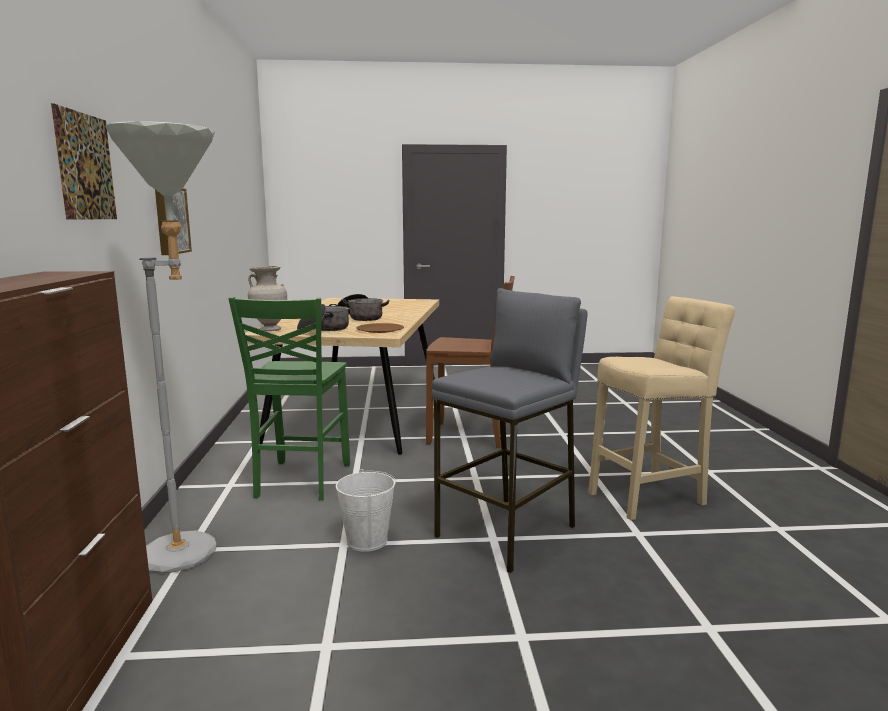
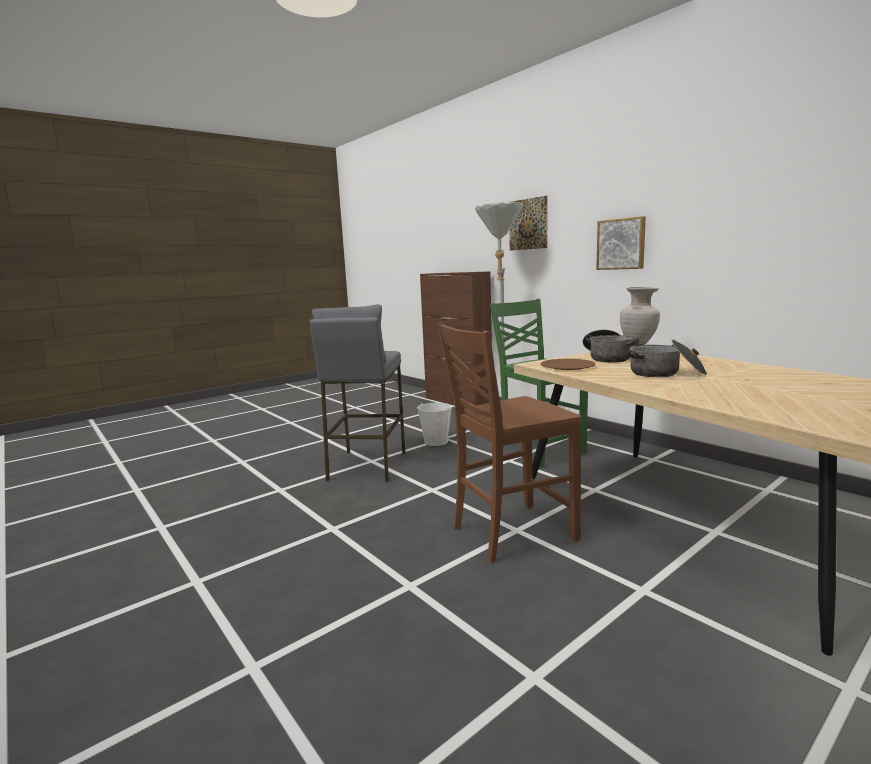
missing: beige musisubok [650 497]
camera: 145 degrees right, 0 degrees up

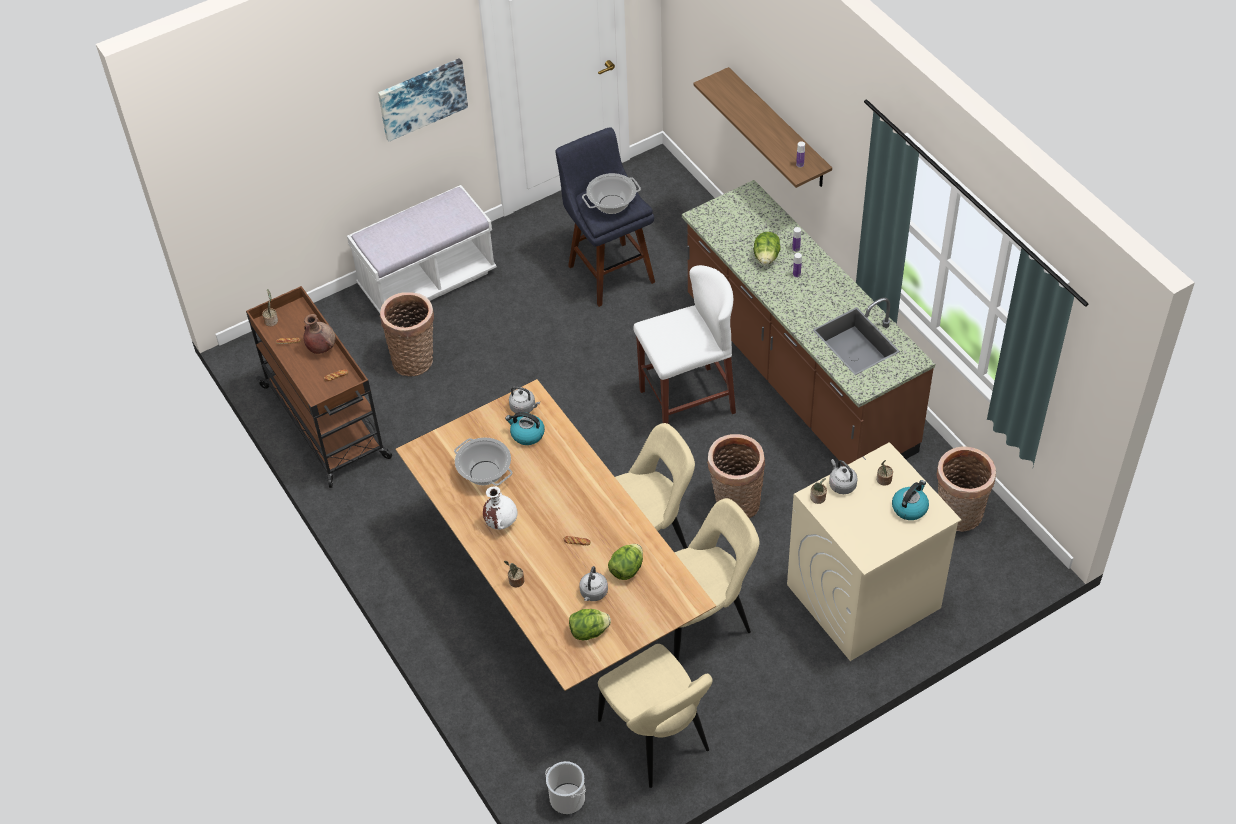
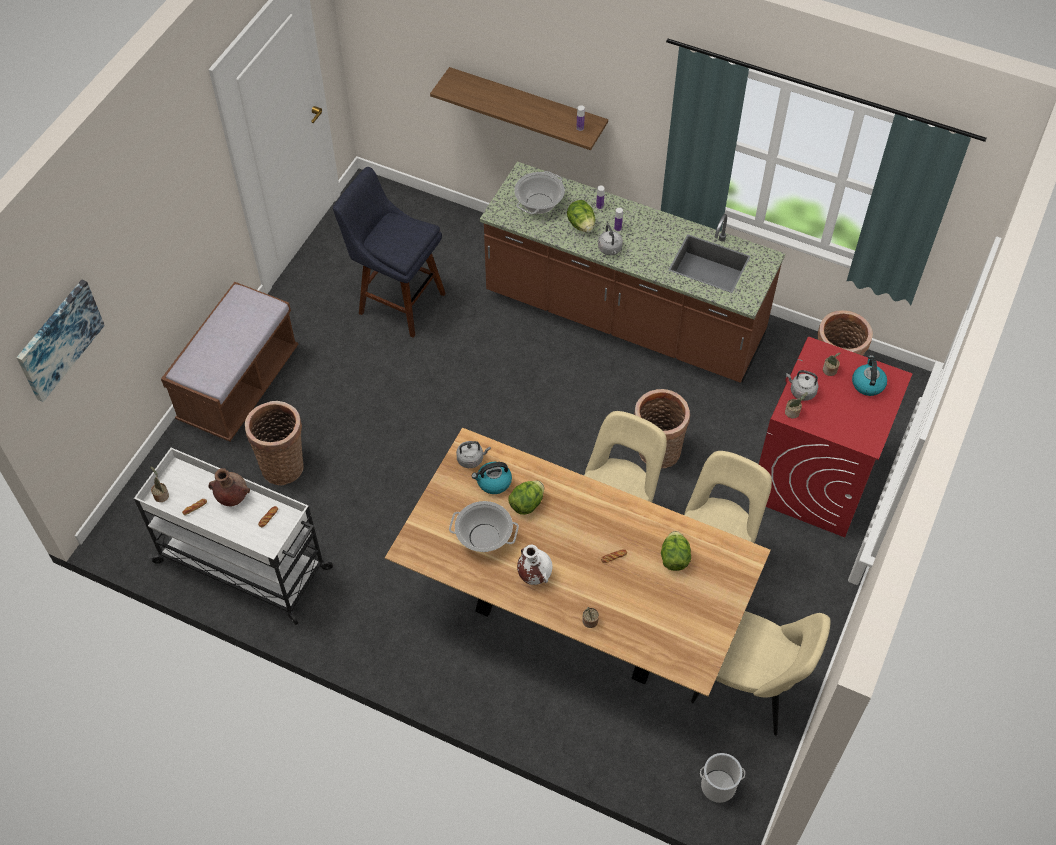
missing: white musisubok [687 401]
relocated: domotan [422 98] to [58 339]; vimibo [589 631] to [526 504]; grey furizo [593 593] to [610 249]; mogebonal [611 205] to [539 204]
colour: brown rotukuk [326 423] to white rotukuk [245 566]; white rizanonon [427 280] to brown rizanonon [239 386]; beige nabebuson [863 597] to red nabebuson [814 479]
camera: 35 degrees left, 5 degrees up

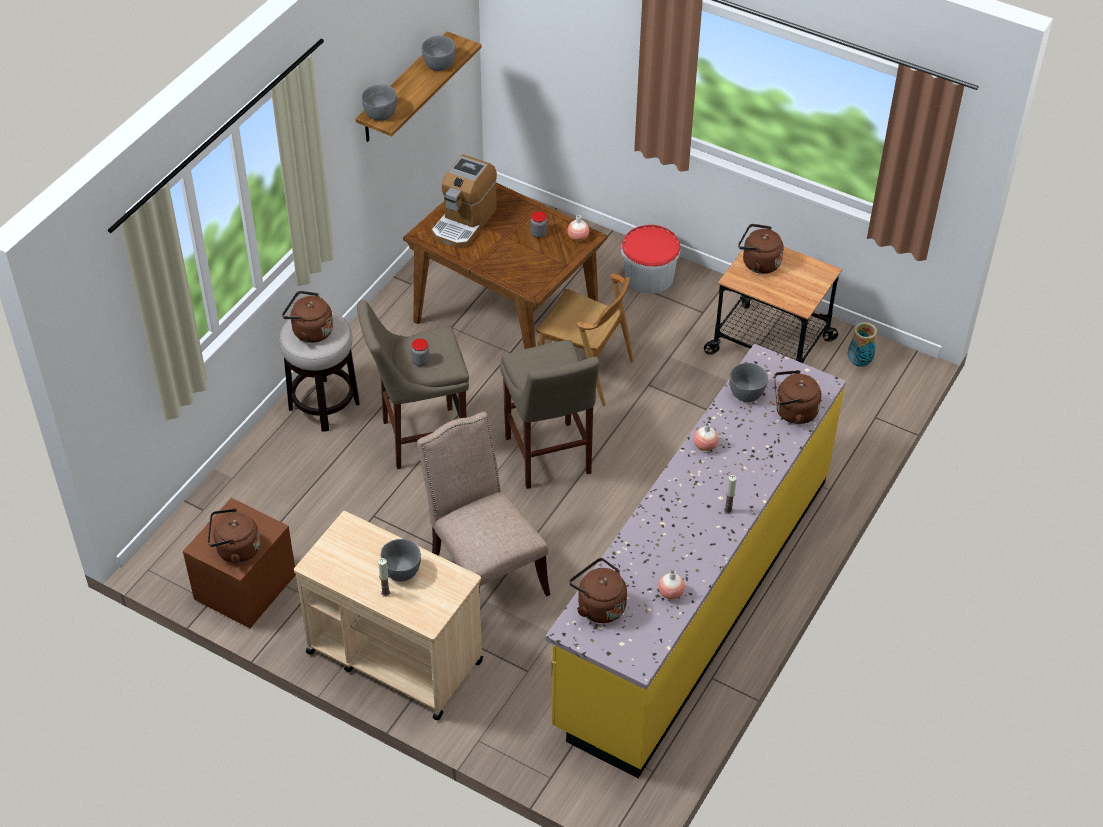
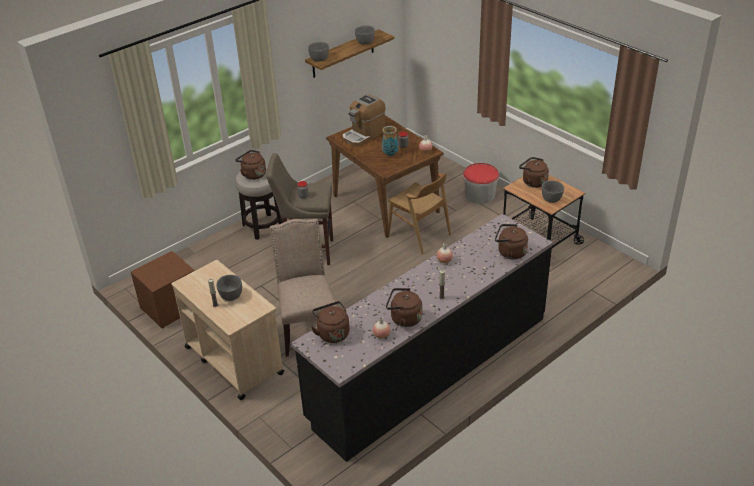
missing: beige musisubok [549 459]
relocated: brown furizo [235 550] to [404 319]; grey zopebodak [746 394] to [551 199]; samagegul [859 363] to [390 154]
colour: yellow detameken [693 600] to black detameken [429 367]
camera: 20 degrees right, 10 degrees down

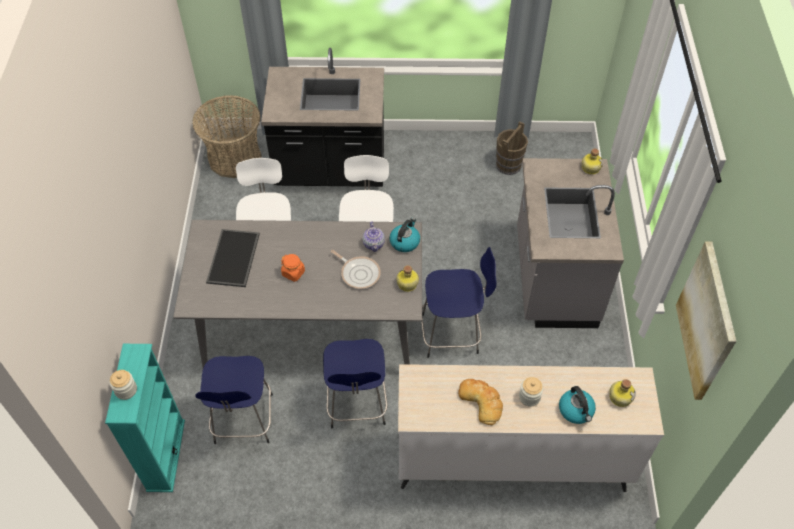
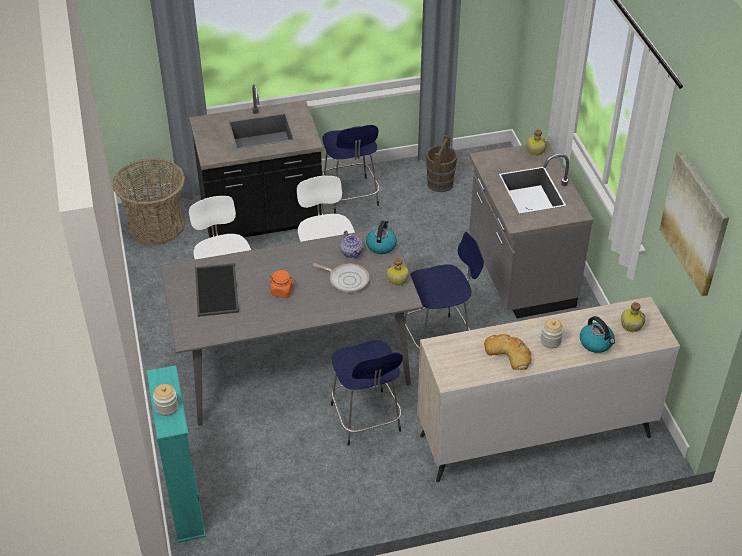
relocated: blue musisubok [243 421] to [351 197]
camera: 15 degrees left, 10 degrees down

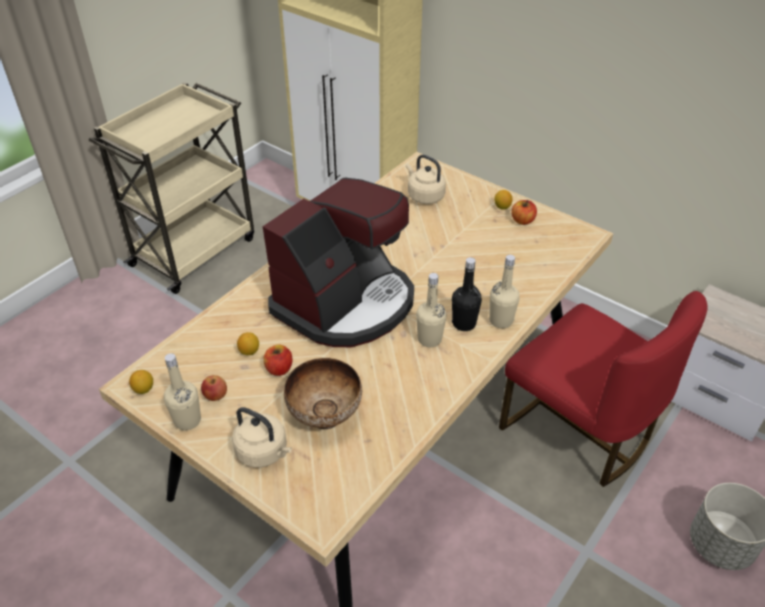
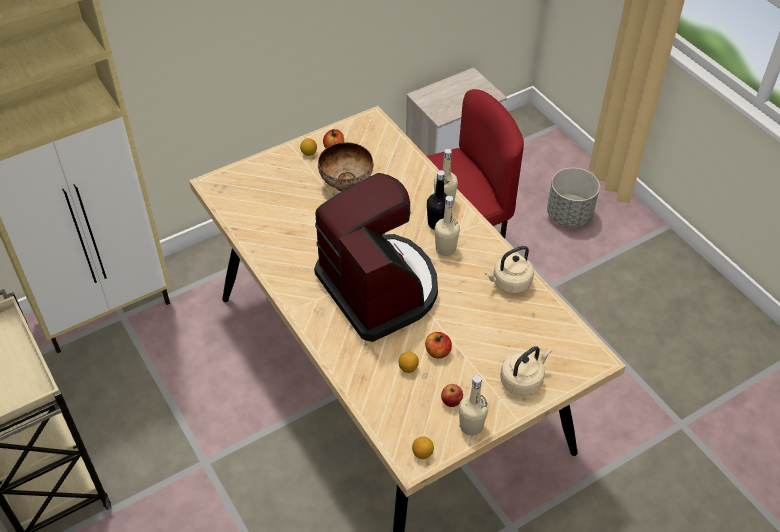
relocated: zopebodak [325 415] to [345 184]; beige furizo [424 196] to [509 283]
camera: 70 degrees left, 5 degrees up

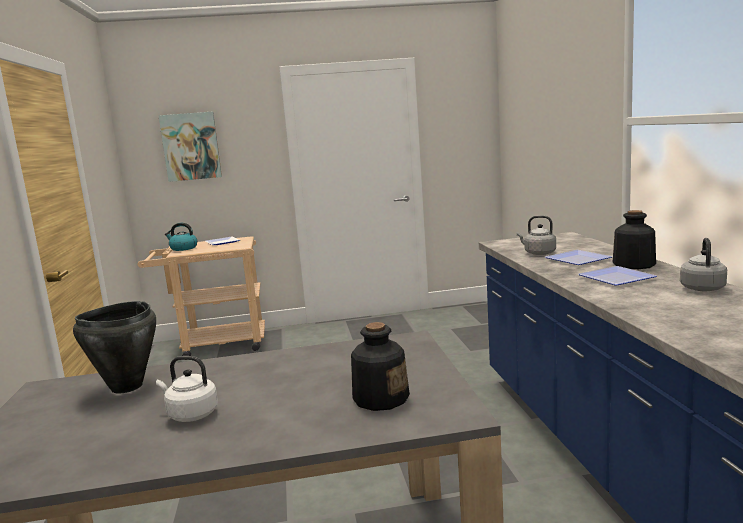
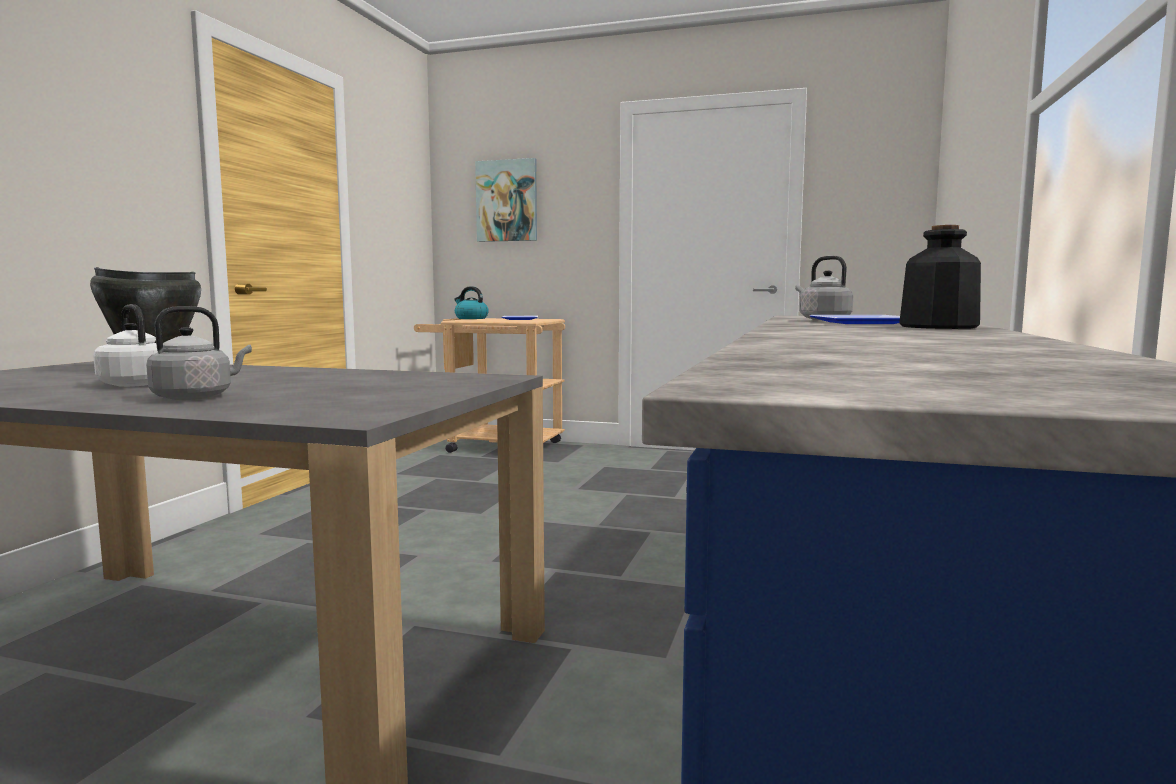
missing: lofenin [380 398]; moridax [619 279]
relocated: grey furizo [702 288] to [196 397]
camera: 25 degrees right, 5 degrees down

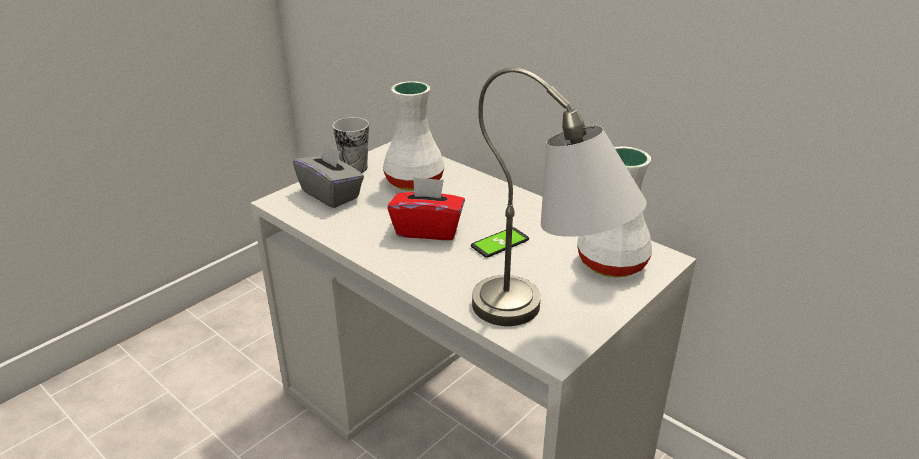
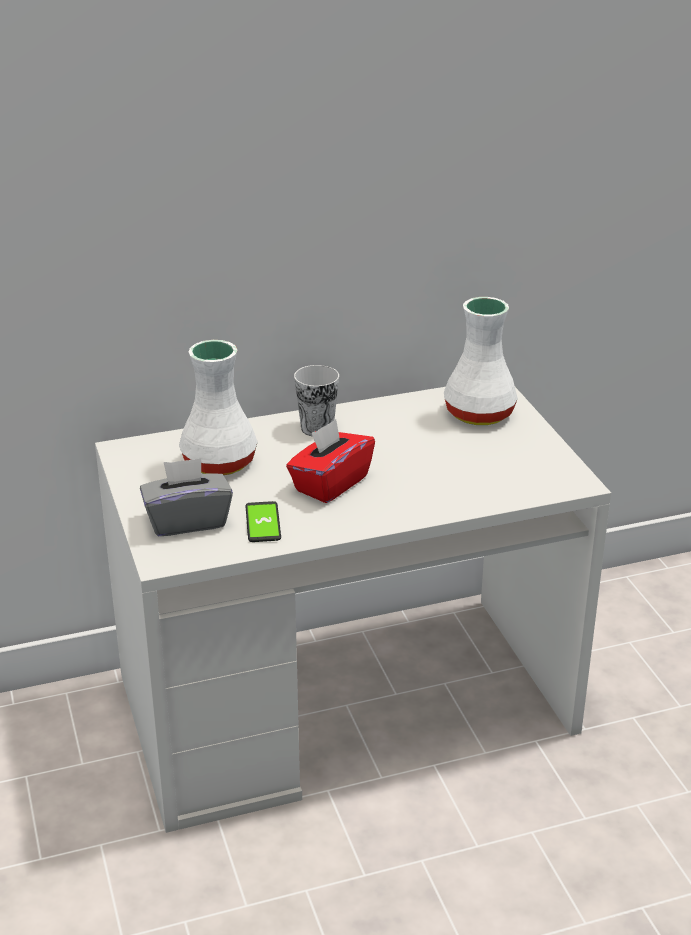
missing: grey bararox [548 320]
relocated: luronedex [354 168] to [317 428]; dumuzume [500 243] to [263 523]
camera: 60 degrees left, 0 degrees up

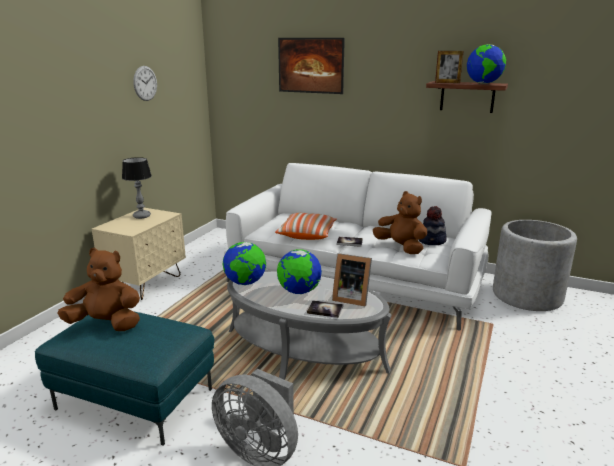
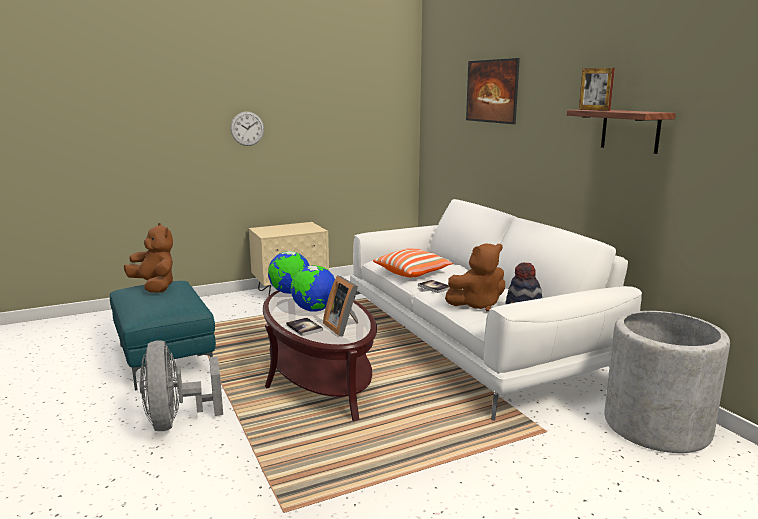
missing: bararox [141 216]; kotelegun [483 83]
relocated: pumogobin [145 83] to [247 128]
colour: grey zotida [304 350] to brown zotida [319 376]
spun: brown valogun [401 247] = [477 305] 75 degrees clockwise
camera: 40 degrees right, 5 degrees down

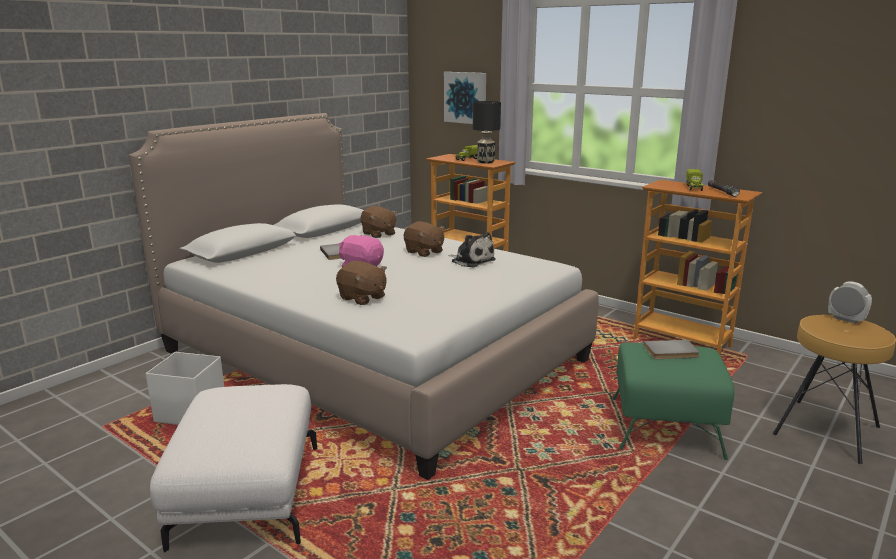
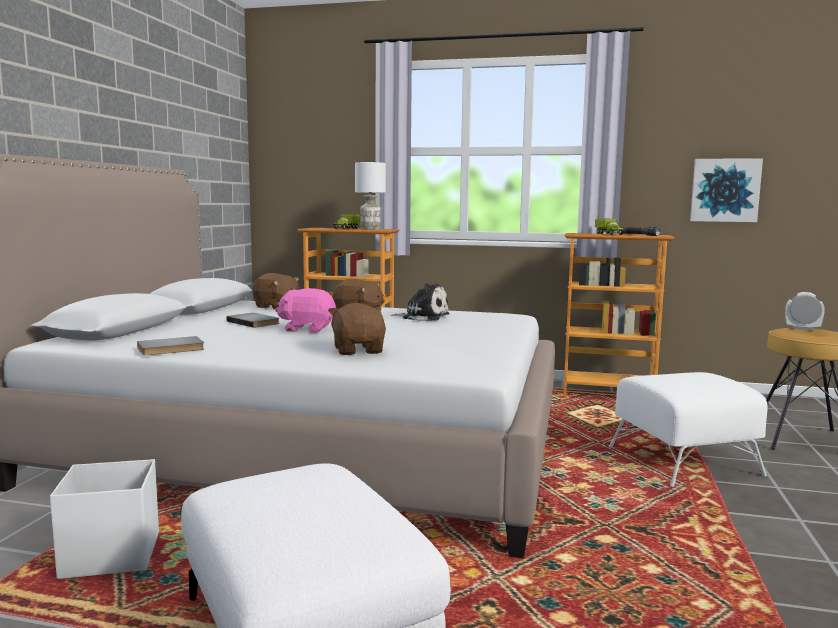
relocated: domotan [465 97] to [725 190]; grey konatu [671 352] to [171 349]
colour: black bararox [486 162] to white bararox [370 229]; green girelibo [664 426] to white girelibo [682 460]
spun: brown valogun [362 298] = [358 350] 120 degrees counterclockwise
camera: 25 degrees left, 10 degrees down

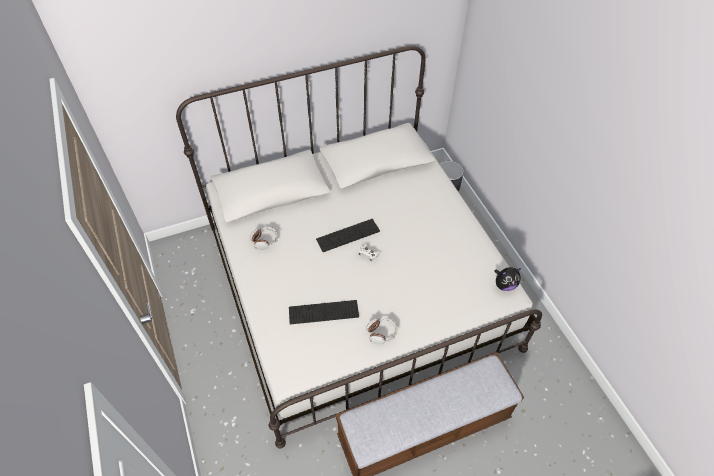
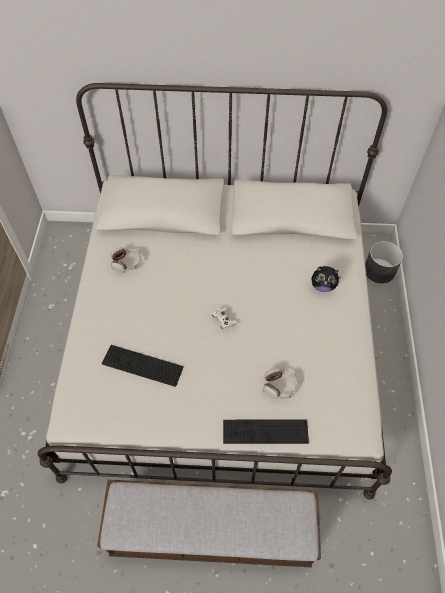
relocated: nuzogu [348 235] to [265 431]; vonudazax [382 333] to [280 387]; valogun [504 285] to [323 286]
camera: 25 degrees right, 5 degrees up

